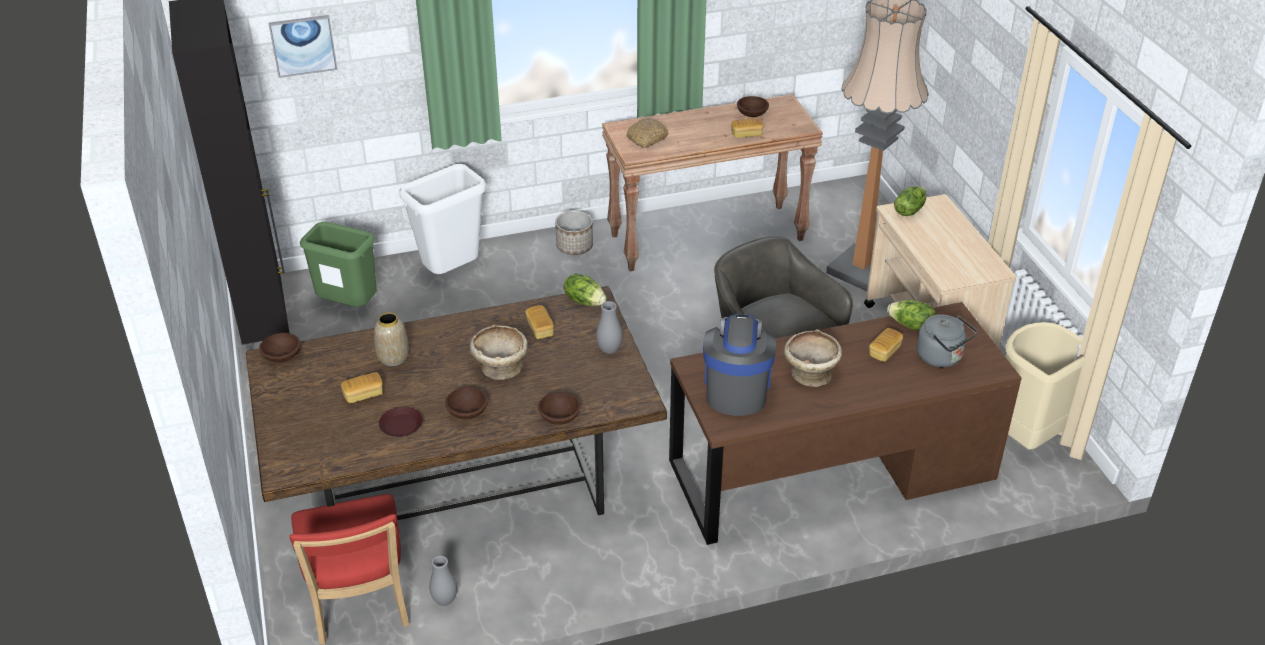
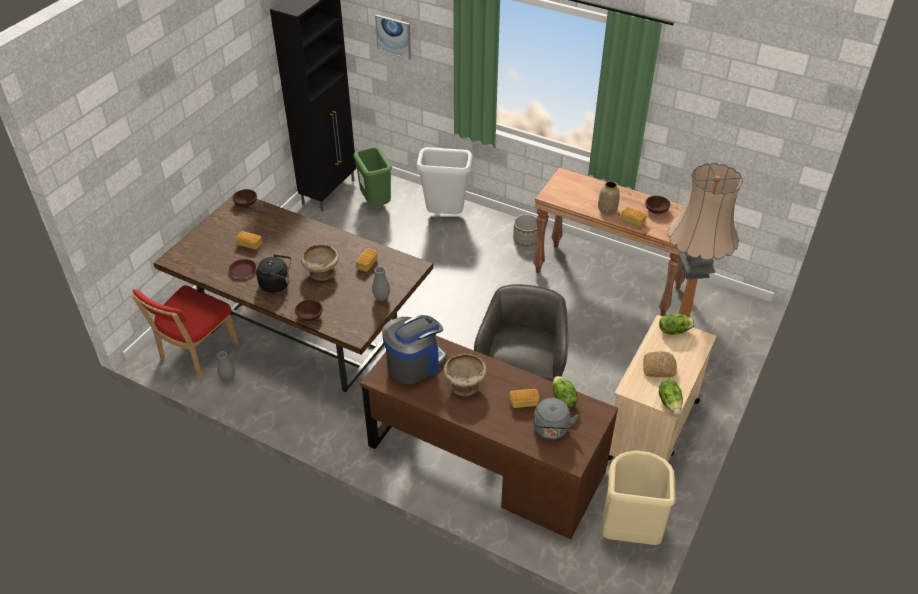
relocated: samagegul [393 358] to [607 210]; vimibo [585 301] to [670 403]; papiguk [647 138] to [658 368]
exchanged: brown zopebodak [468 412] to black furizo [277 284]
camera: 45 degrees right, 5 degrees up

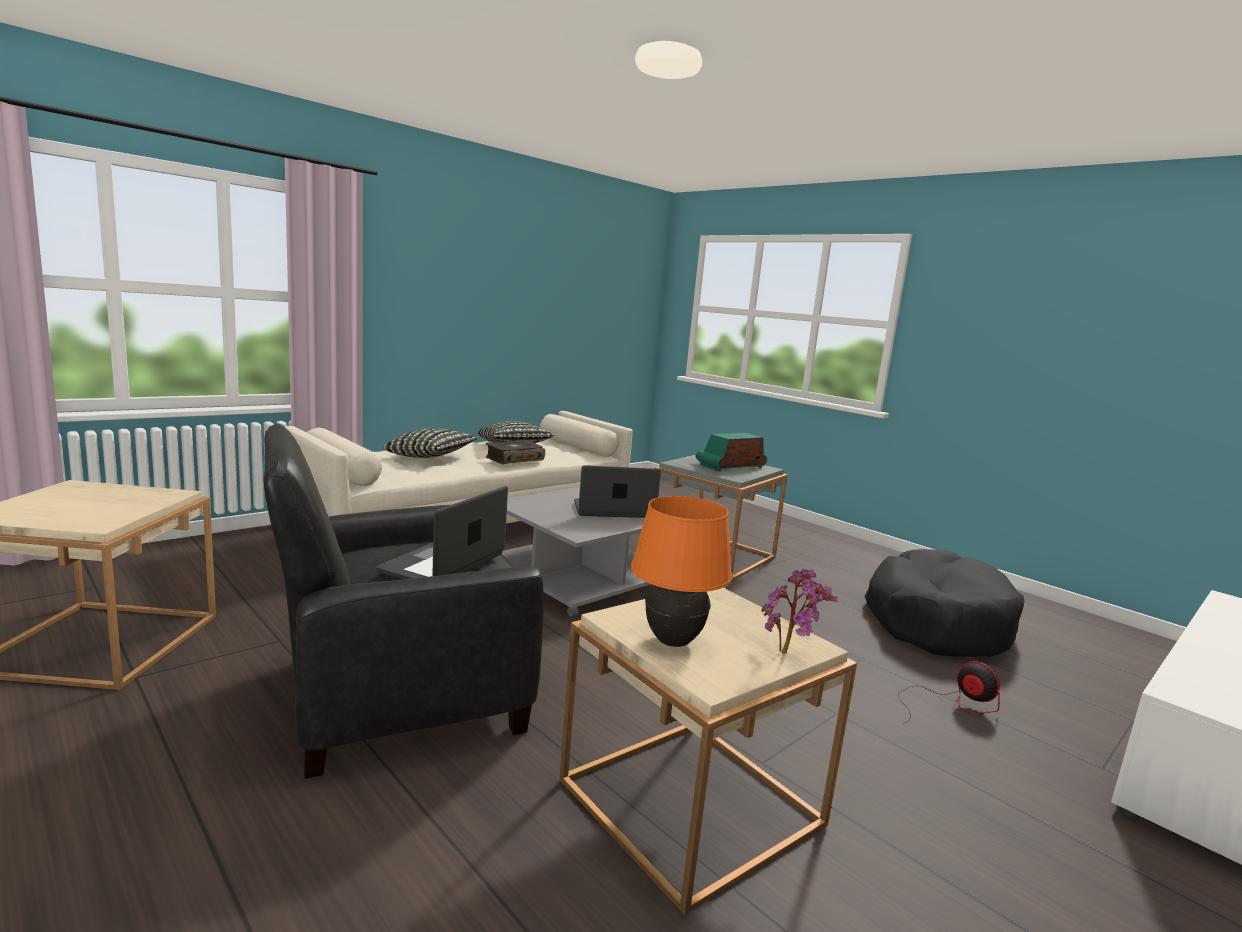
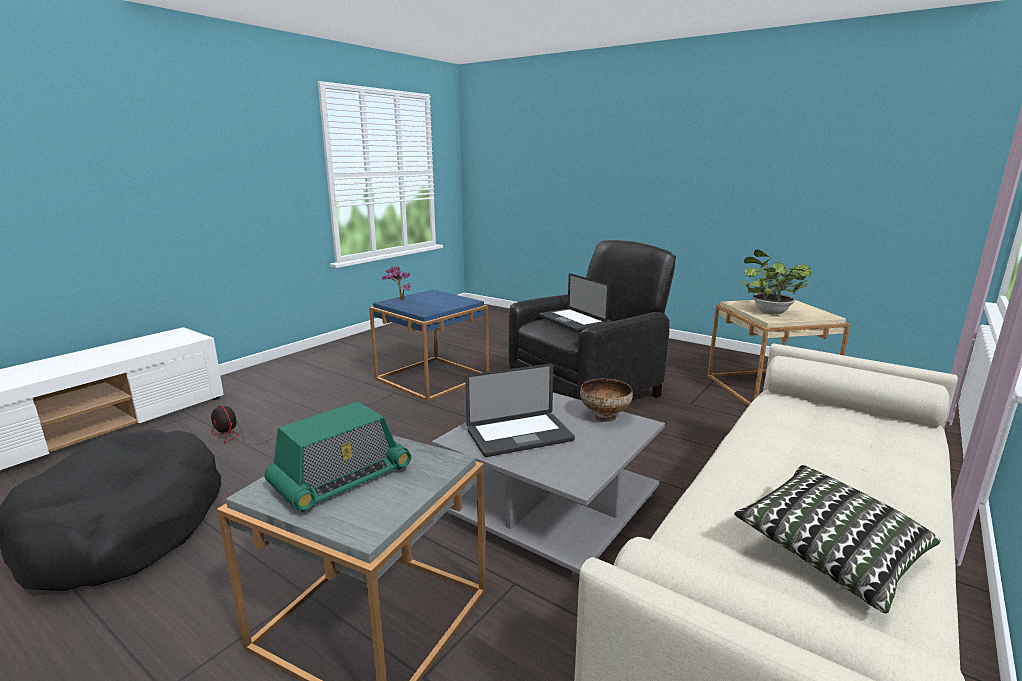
missing: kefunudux [430 457]; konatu [514 459]; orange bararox [673 641]
appeared: zopebodak [605 416]; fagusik [768 311]
colour: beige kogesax [690 802] to blue kogesax [432 378]
spun: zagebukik [443 563] = [571 321] 135 degrees clockwise
camera: 170 degrees right, 5 degrees up

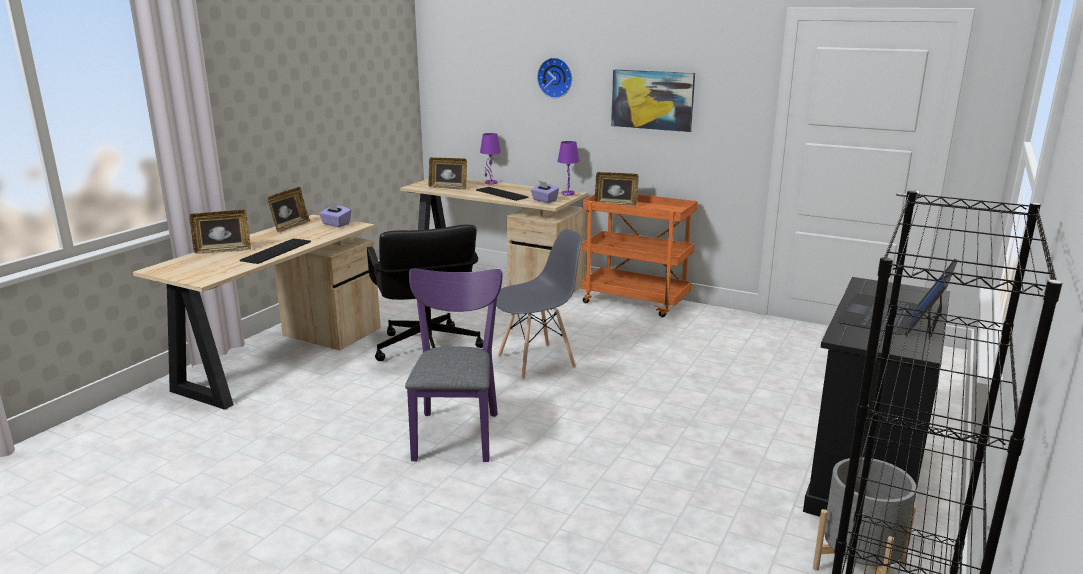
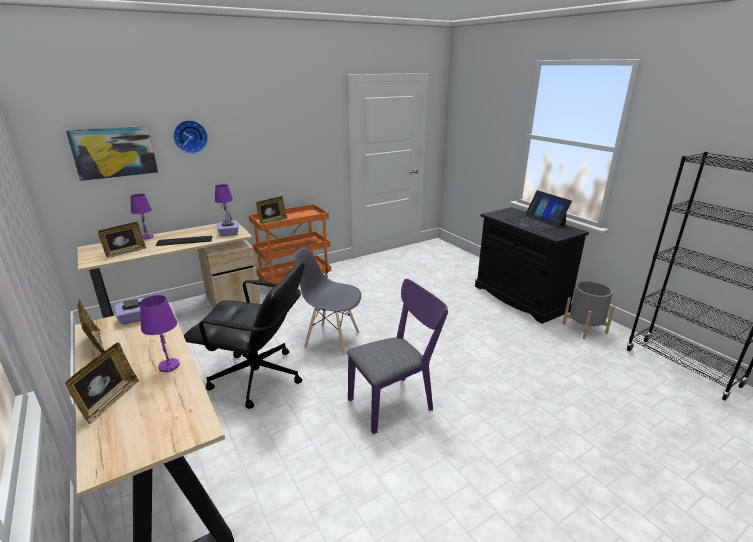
relocated: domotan [652 100] to [114 152]
exchanged: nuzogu [276 251] to purple bararox [168 366]
spun: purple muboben [457 431] = [395 401] 120 degrees clockwise; grey muboben [537 361] = [332 339] 75 degrees counterclockwise
camera: 60 degrees left, 5 degrees up

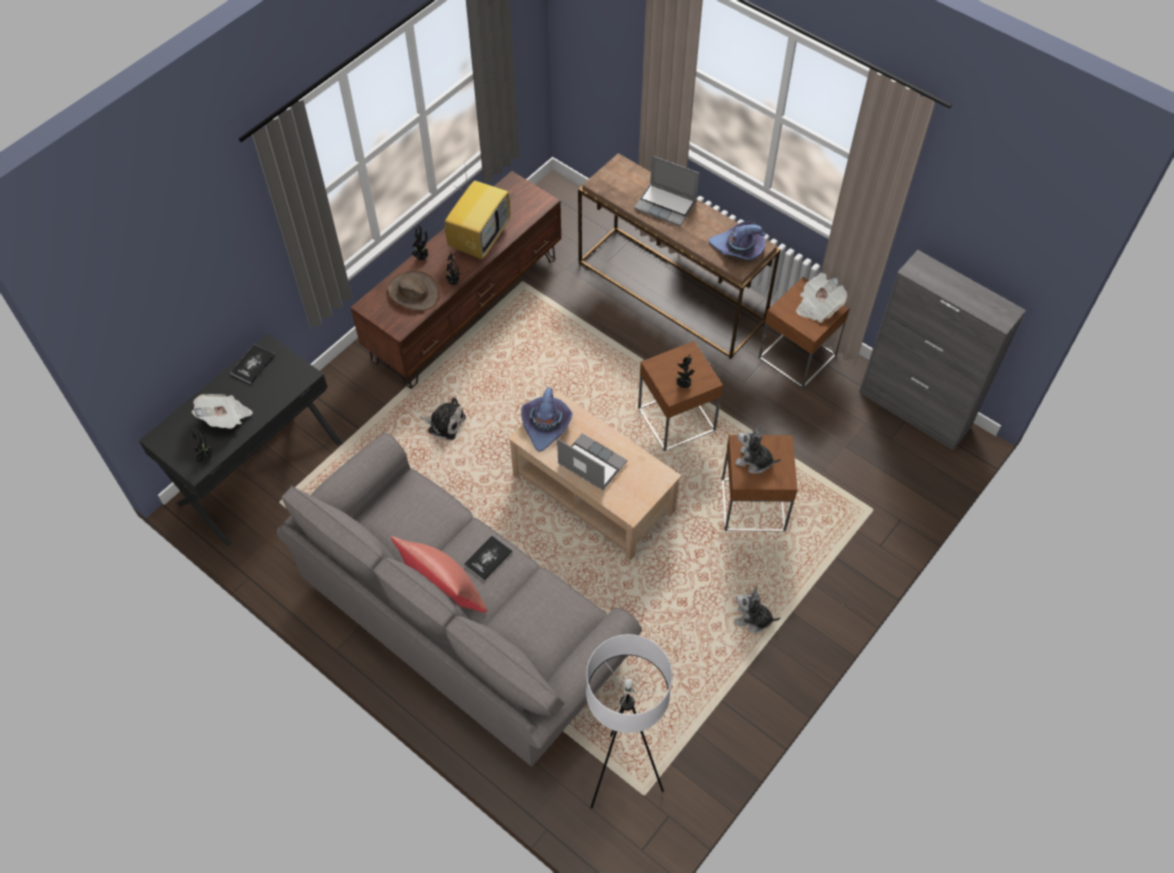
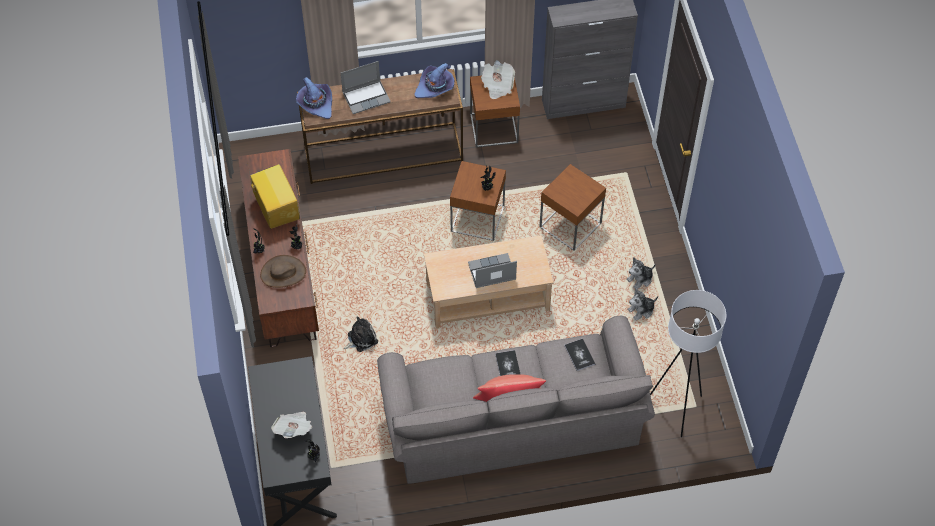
relocated: konatu [253 364] to [579 355]; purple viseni [546 424] to [316 104]; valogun [754 461] to [641 310]
camera: 50 degrees left, 0 degrees up

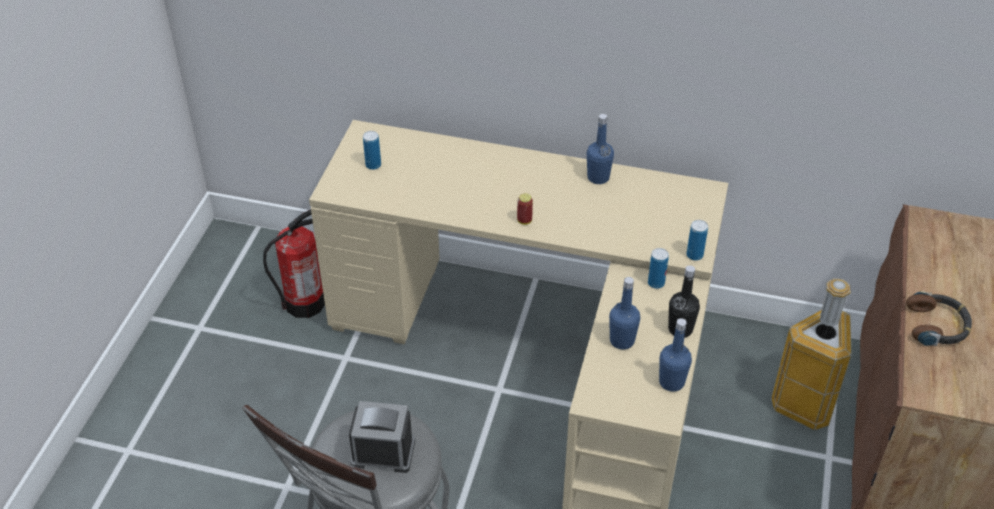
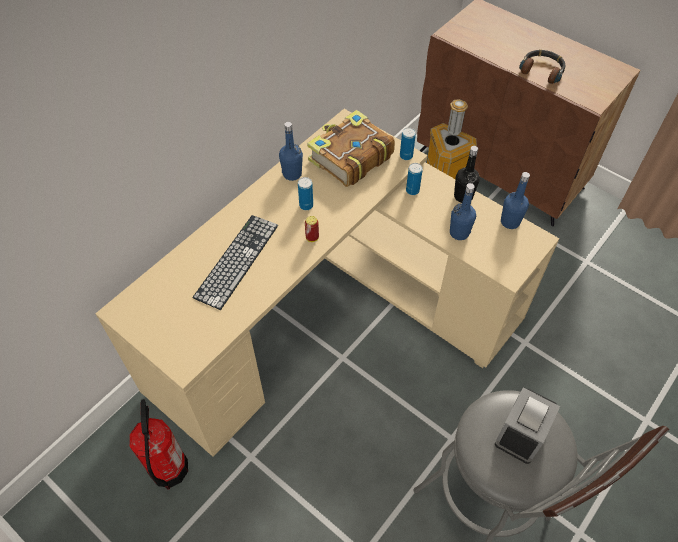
appeared: nuzogu [237 260]; konatu [349 158]
relocated: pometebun [373 165] to [306 205]
camera: 65 degrees left, 10 degrees up

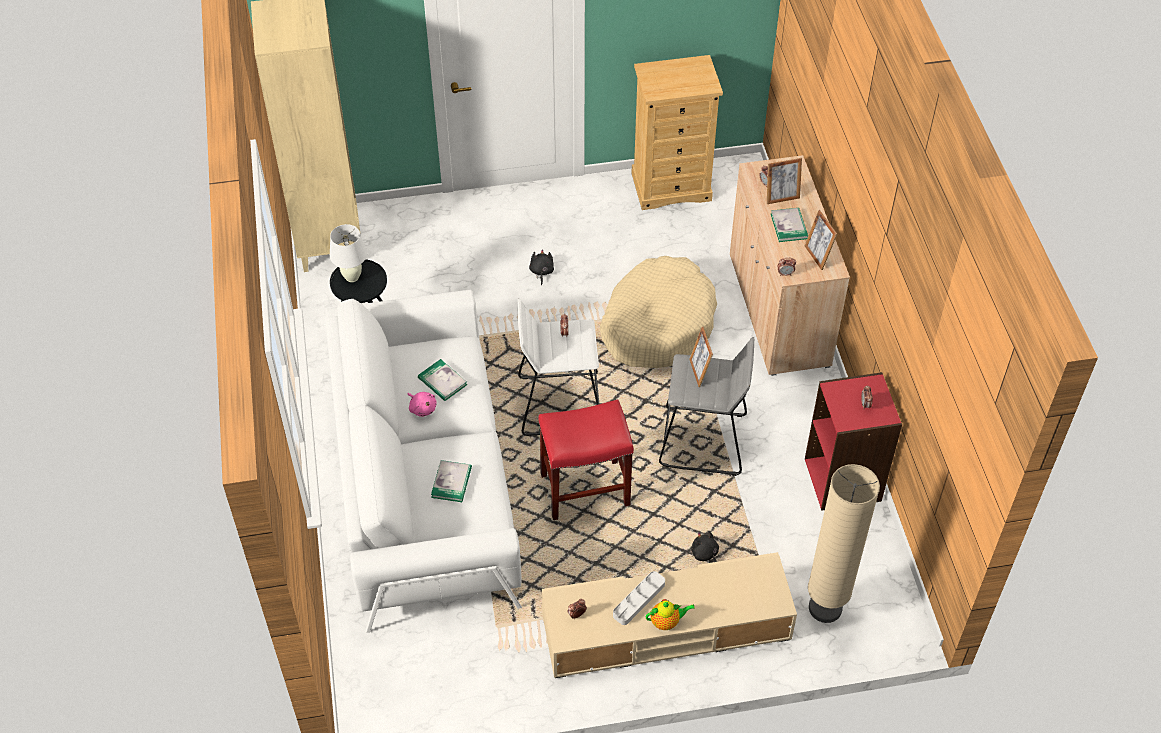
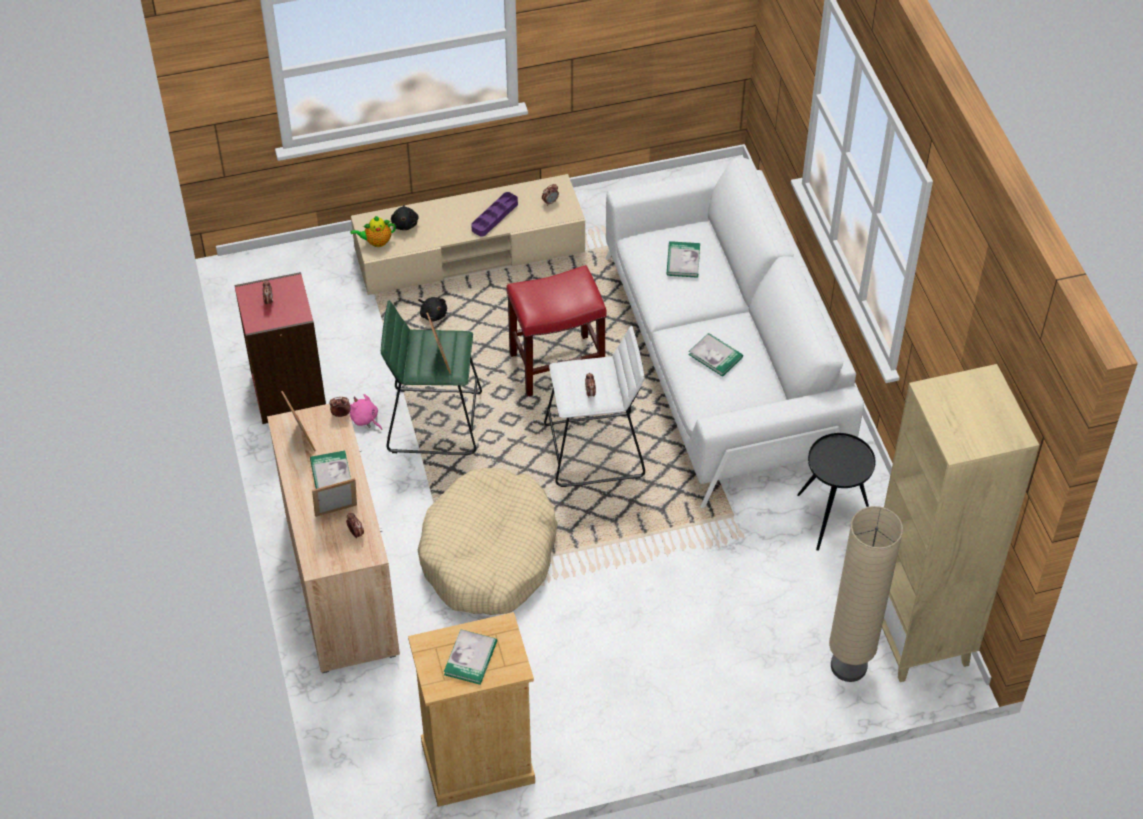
missing: white bararox [352 277]
appeared: konatu [470 658]
relocated: pink valogun [422 408] to [365 419]; black valogun [541 272] to [405 223]; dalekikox [667 622] to [376 242]; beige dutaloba [825 608] to [848 666]
colour: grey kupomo [639 600] to purple kupomo [494 216]; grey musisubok [703 441] to green musisubok [434 421]
camera: 175 degrees right, 0 degrees up

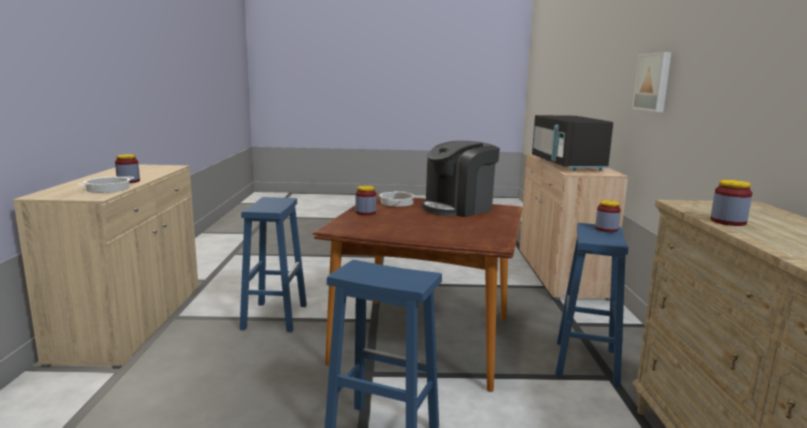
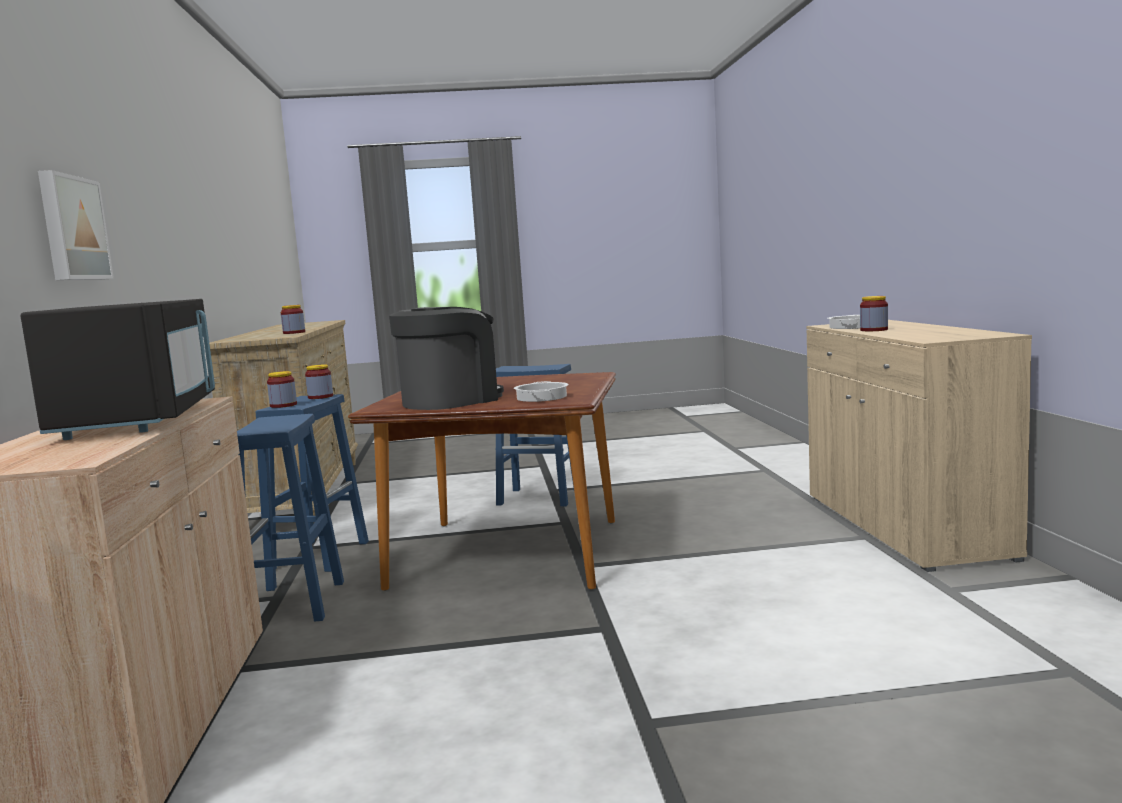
relocated: blue musisubok [275 316] to [294 604]; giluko [365 212] to [320 397]
camera: 175 degrees right, 5 degrees down

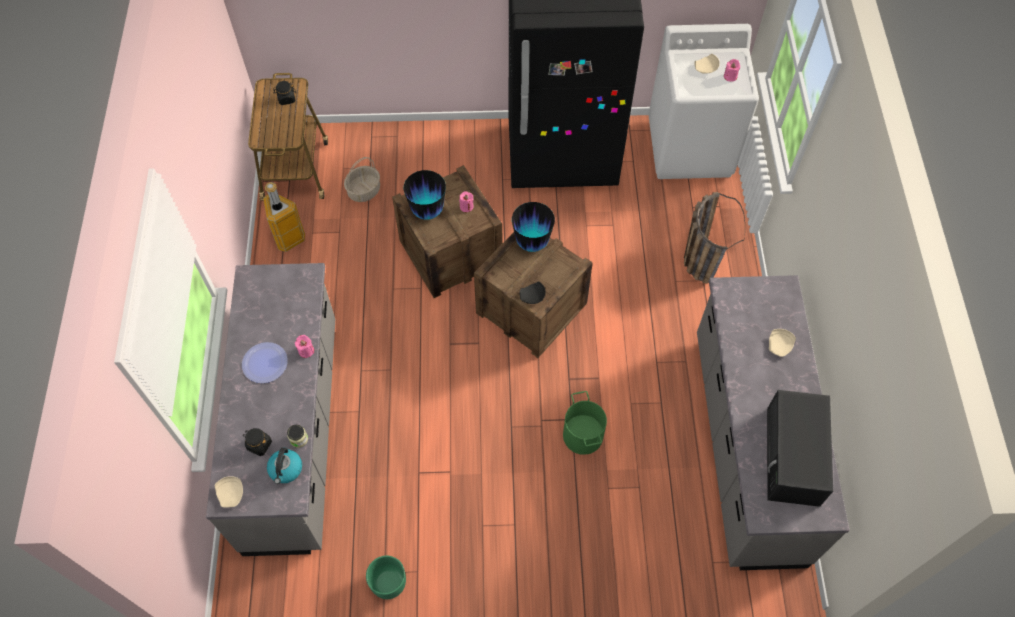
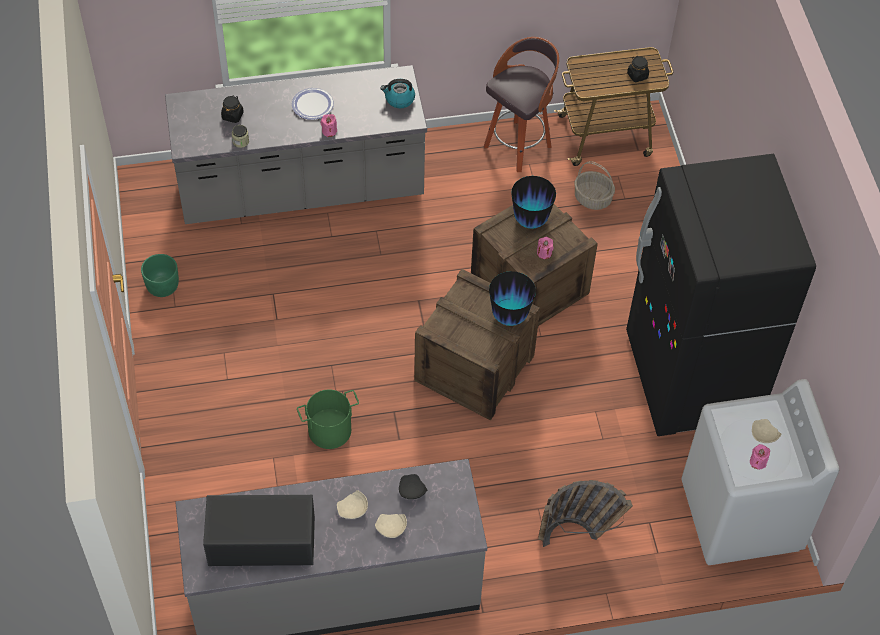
relocated: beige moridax [231 494] to [353 509]; furizo [286 469] to [399 99]; black moridax [532 296] to [411 491]
exchanged: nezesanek [288 237] to musisubok [518 145]
camera: 80 degrees right, 5 degrees down

